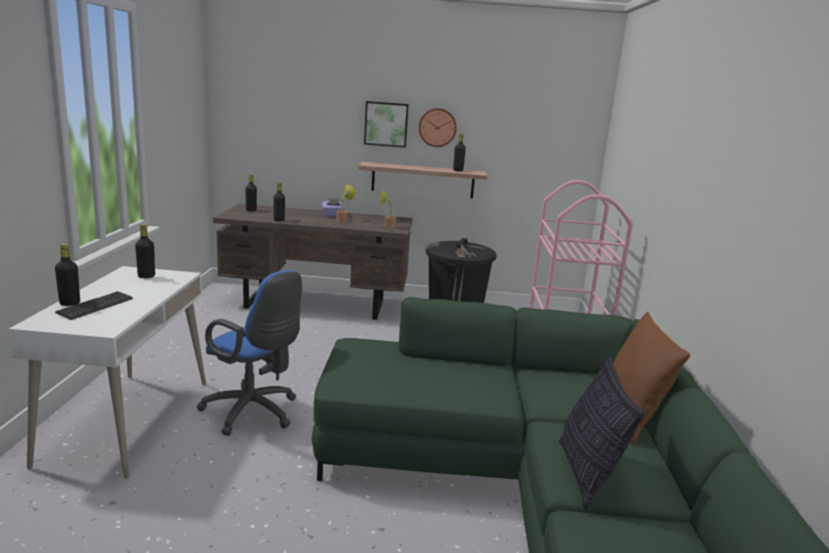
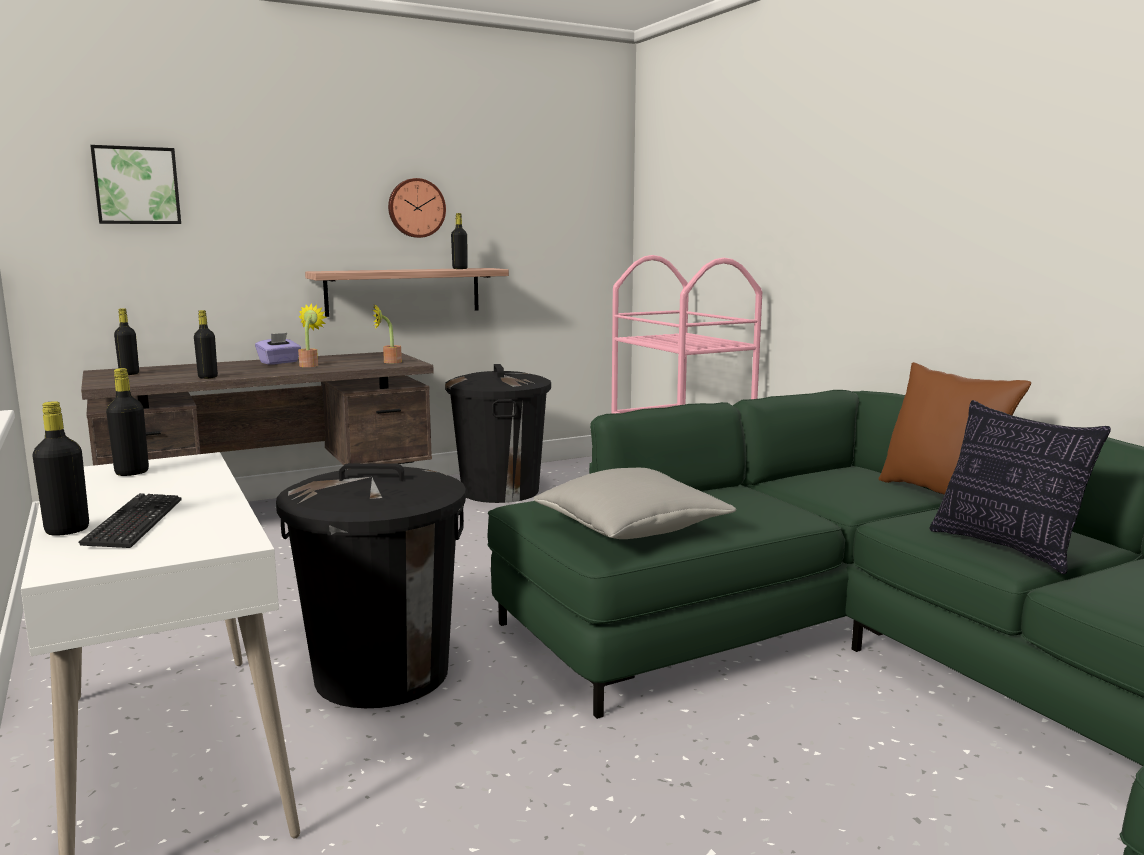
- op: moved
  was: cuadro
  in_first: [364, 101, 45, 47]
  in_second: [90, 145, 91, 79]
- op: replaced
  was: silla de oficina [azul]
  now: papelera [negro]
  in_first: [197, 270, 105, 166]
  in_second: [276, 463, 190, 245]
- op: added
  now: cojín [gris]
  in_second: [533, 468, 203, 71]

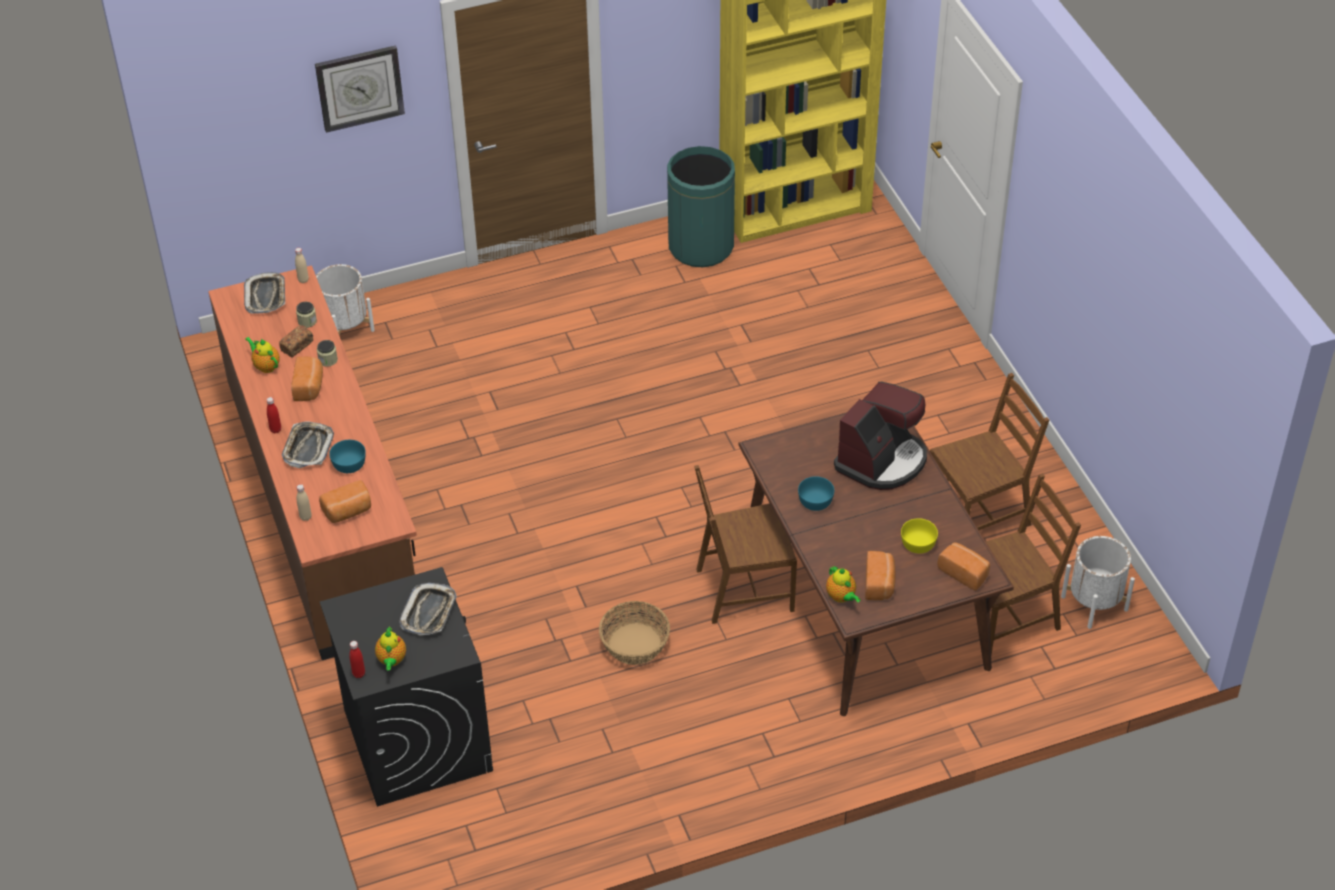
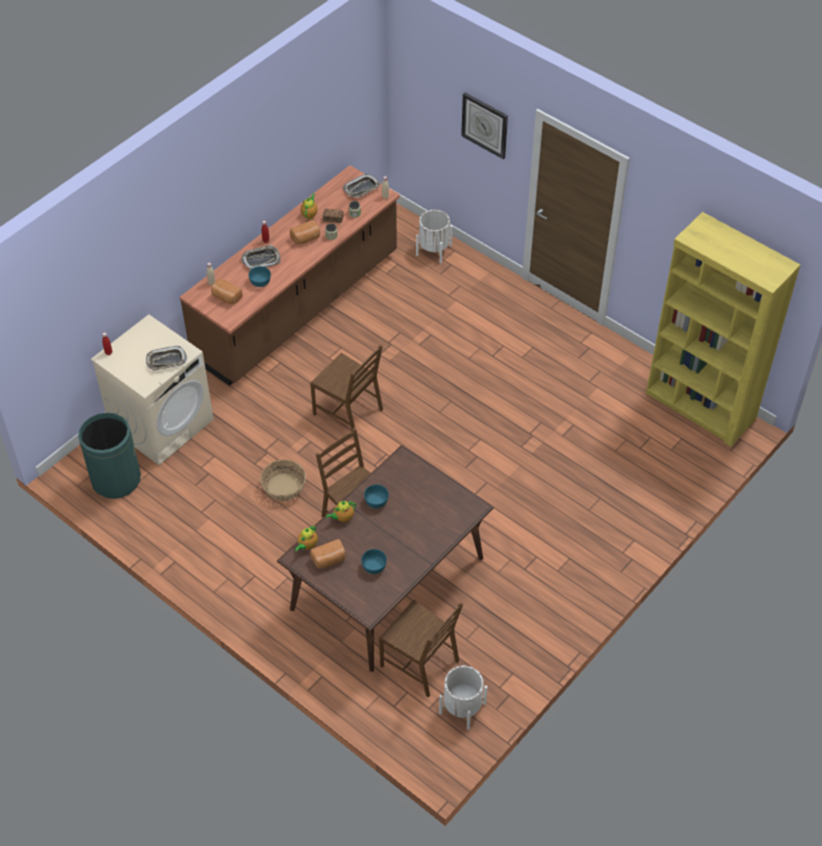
- op: moved
  was: papelera [verde]
  in_first: [667, 146, 68, 121]
  in_second: [78, 413, 63, 86]
- op: recoloured
  was: lavadora [negro]
  now: lavadora [beis]
  in_first: [320, 567, 173, 240]
  in_second: [91, 314, 123, 151]
- op: moved
  was: silla [marrón]
  in_first: [930, 373, 119, 157]
  in_second: [310, 345, 73, 92]
- op: moved
  was: tetera
  in_first: [375, 626, 31, 44]
  in_second: [325, 501, 31, 21]
- op: recoloured
  was: cuenco [amarillo]
  now: cuenco [turquesa]
  in_first: [901, 518, 37, 36]
  in_second: [361, 549, 26, 25]
- op: removed
  was: cafetera
  in_first: [834, 382, 93, 108]
- op: removed
  was: pan
  in_first: [938, 542, 52, 48]

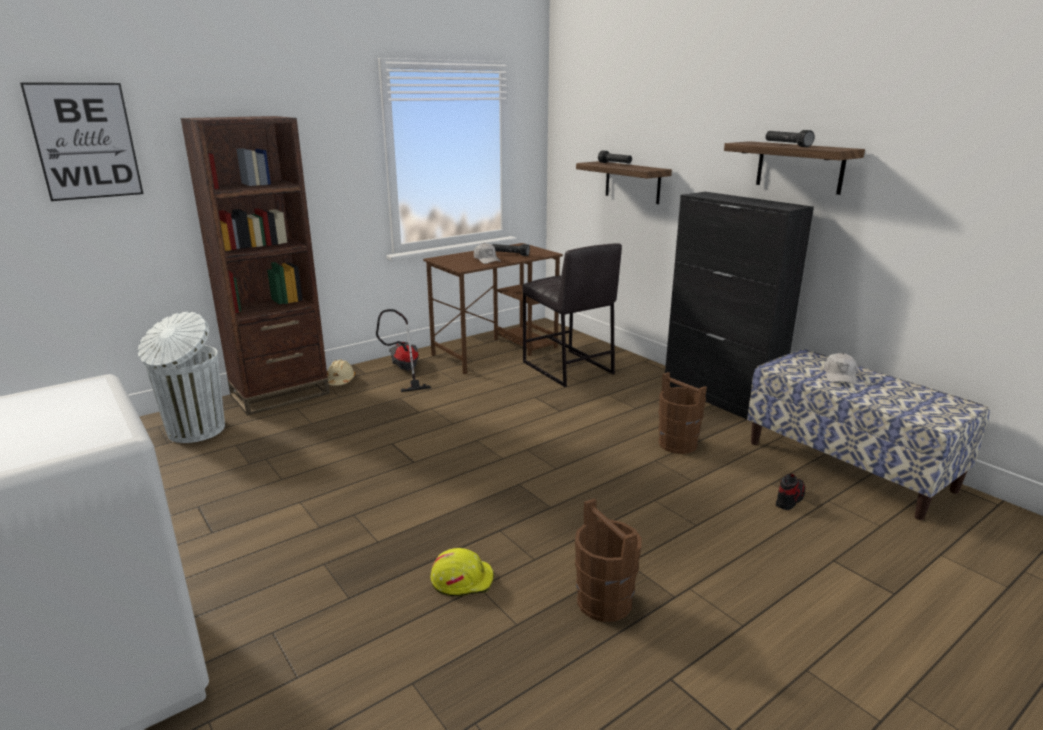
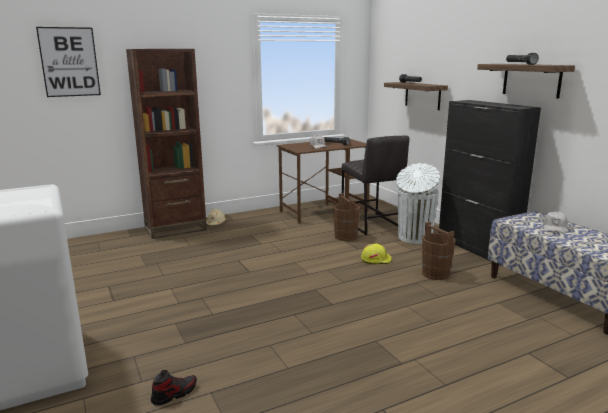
- op: moved
  was: zapato
  in_first: [776, 474, 29, 36]
  in_second: [151, 370, 46, 36]
- op: moved
  was: cubo [marrón]
  in_first: [575, 498, 66, 124]
  in_second: [333, 193, 27, 48]
- op: moved
  was: casco [amarillo]
  in_first: [430, 548, 64, 48]
  in_second: [361, 244, 31, 20]
- op: moved
  was: papelera [blanco]
  in_first: [138, 312, 87, 131]
  in_second: [396, 163, 44, 81]
- op: removed
  was: aspiradora
  in_first: [376, 309, 55, 83]

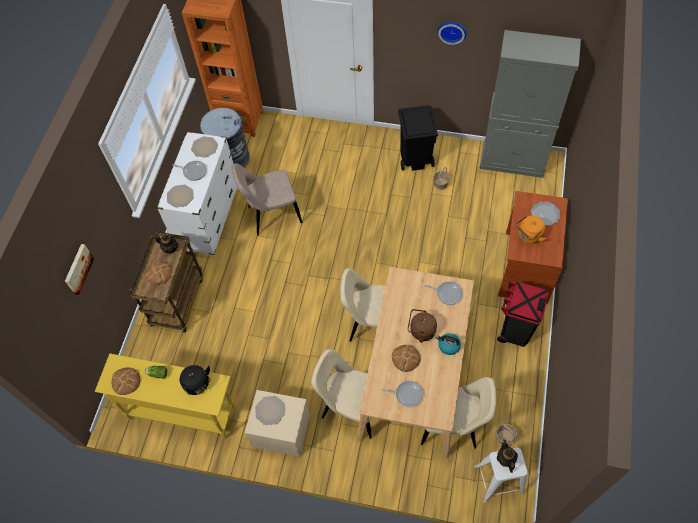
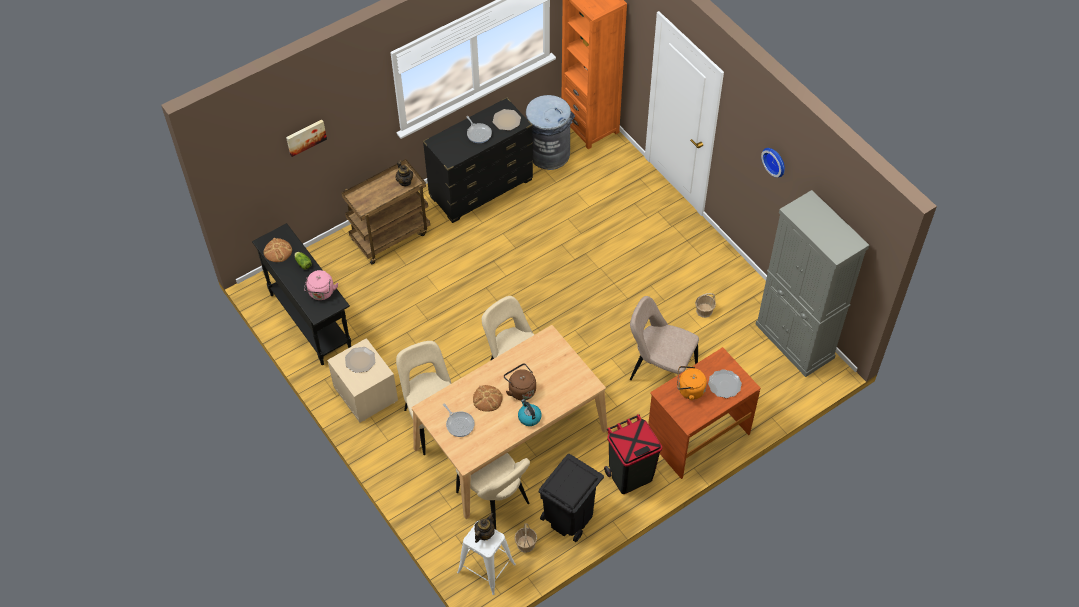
- op: recoloured
  was: mesa consola [amarillo]
  now: mesa consola [negro]
  in_first: [95, 353, 141, 86]
  in_second: [252, 223, 99, 142]
- op: recoloured
  was: hervidor [negro]
  now: hervidor [rosa]
  in_first: [180, 365, 30, 30]
  in_second: [304, 270, 34, 30]
- op: recoloured
  was: cómoda [blanco]
  now: cómoda [negro]
  in_first: [157, 131, 81, 125]
  in_second: [423, 97, 110, 126]
- op: moved
  was: papelera [negro]
  in_first: [398, 105, 40, 66]
  in_second: [538, 454, 66, 88]
- op: moved
  was: silla [beis]
  in_first: [232, 163, 70, 73]
  in_second: [630, 296, 69, 84]
- op: removed
  was: pan
  in_first: [145, 261, 27, 23]
- op: removed
  was: plato
  in_first: [167, 185, 27, 22]
- op: removed
  was: sartén
  in_first: [424, 282, 39, 23]

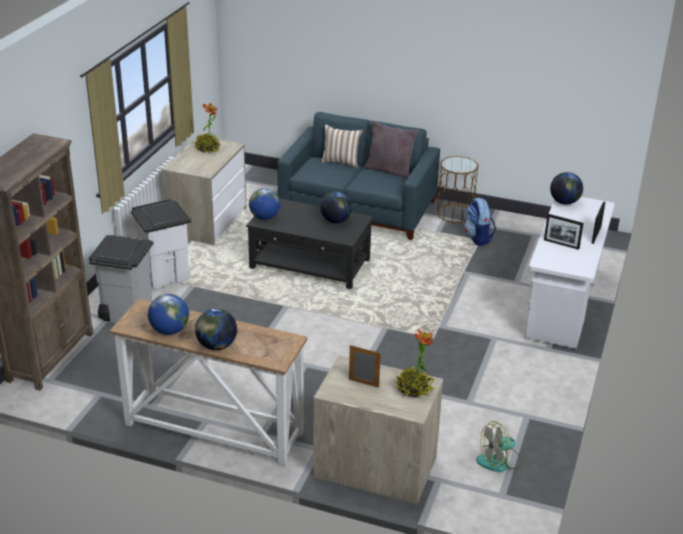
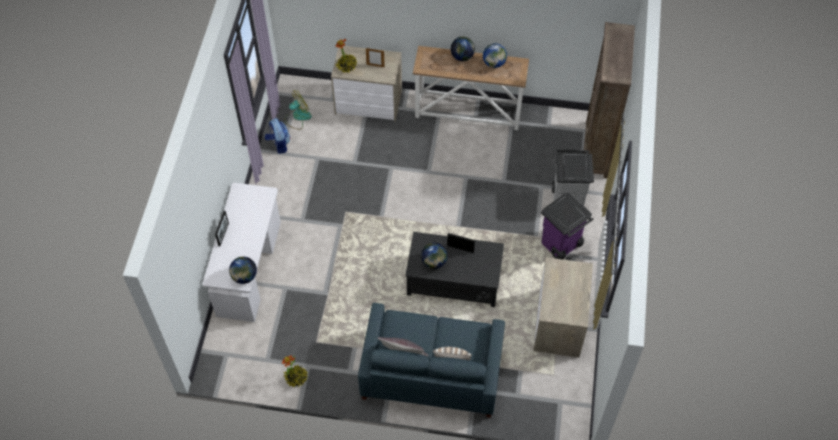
- op: moved
  was: mochila
  in_first: [464, 197, 32, 49]
  in_second: [265, 118, 25, 36]
- op: moved
  was: planta en maceta
  in_first: [194, 103, 27, 50]
  in_second: [282, 355, 26, 32]
- op: moved
  was: portarretratos
  in_first: [544, 214, 40, 36]
  in_second: [447, 233, 28, 20]
- op: recoloured
  was: papelera [blanco]
  now: papelera [morado]
  in_first: [131, 199, 60, 90]
  in_second: [541, 192, 53, 67]
- op: removed
  was: globo terráqueo
  in_first: [249, 188, 32, 32]
- op: removed
  was: mesa auxiliar [marrón]
  in_first: [437, 156, 41, 67]

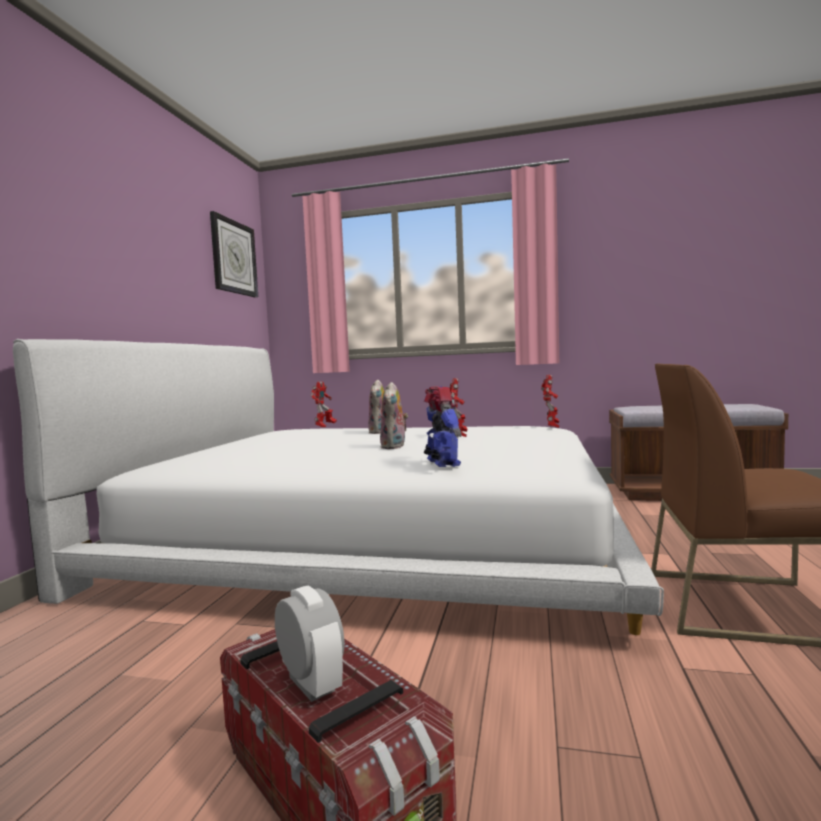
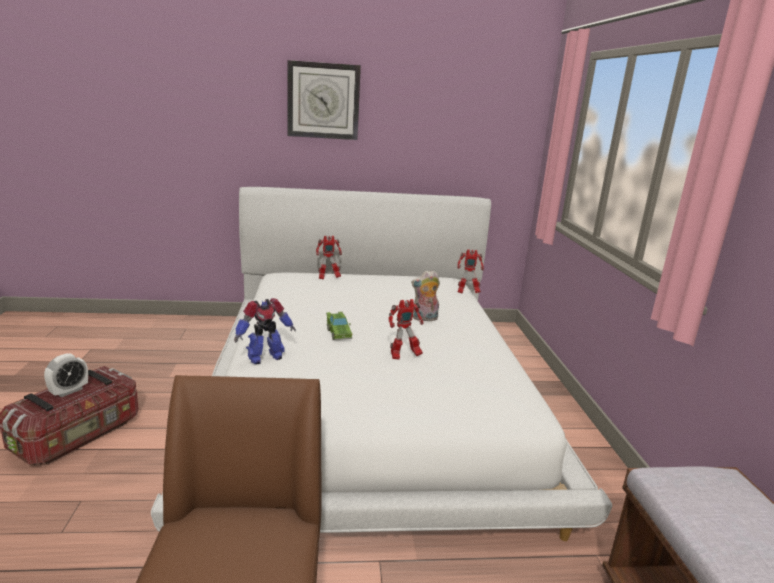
- op: moved
  was: reloj de pared
  in_first: [210, 211, 48, 86]
  in_second: [287, 60, 74, 80]
- op: moved
  was: robot de juguete
  in_first: [541, 375, 18, 53]
  in_second: [316, 236, 26, 44]
- op: replaced
  was: peluche
  now: coche de juguete [verde]
  in_first: [380, 382, 28, 67]
  in_second: [326, 311, 27, 29]

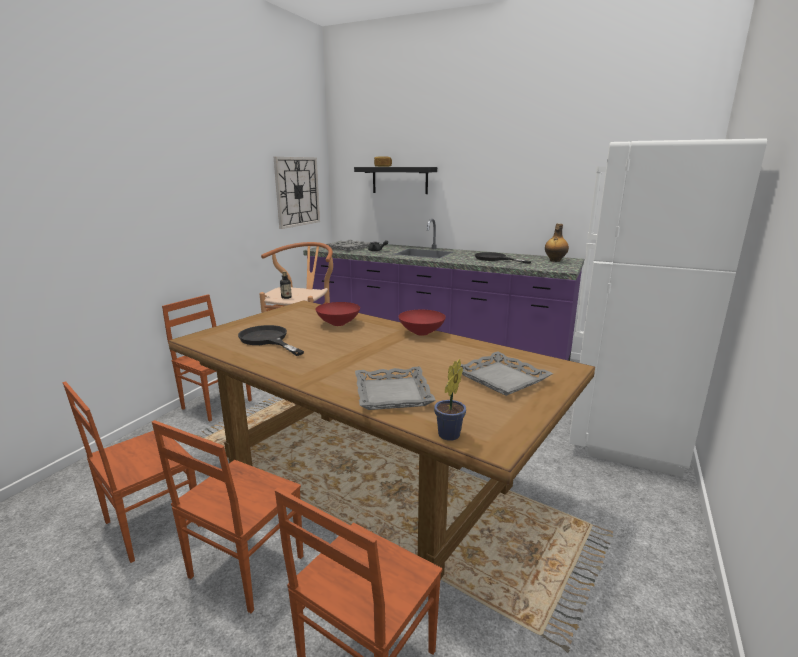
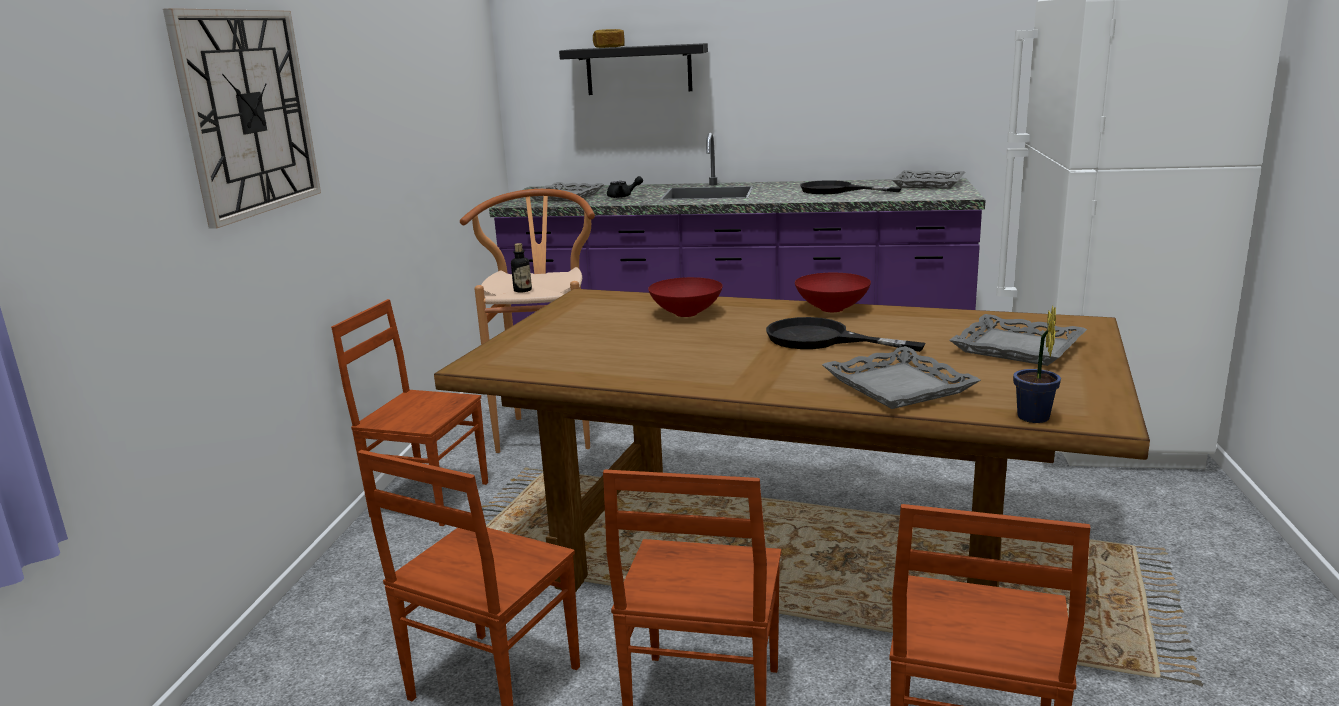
- op: moved
  was: reloj de pared
  in_first: [274, 157, 46, 72]
  in_second: [163, 8, 158, 221]
- op: moved
  was: sartén [negro]
  in_first: [238, 325, 66, 31]
  in_second: [766, 317, 159, 35]
- op: replaced
  was: botella
  now: bandeja [gris]
  in_first: [545, 224, 24, 38]
  in_second: [892, 170, 74, 19]

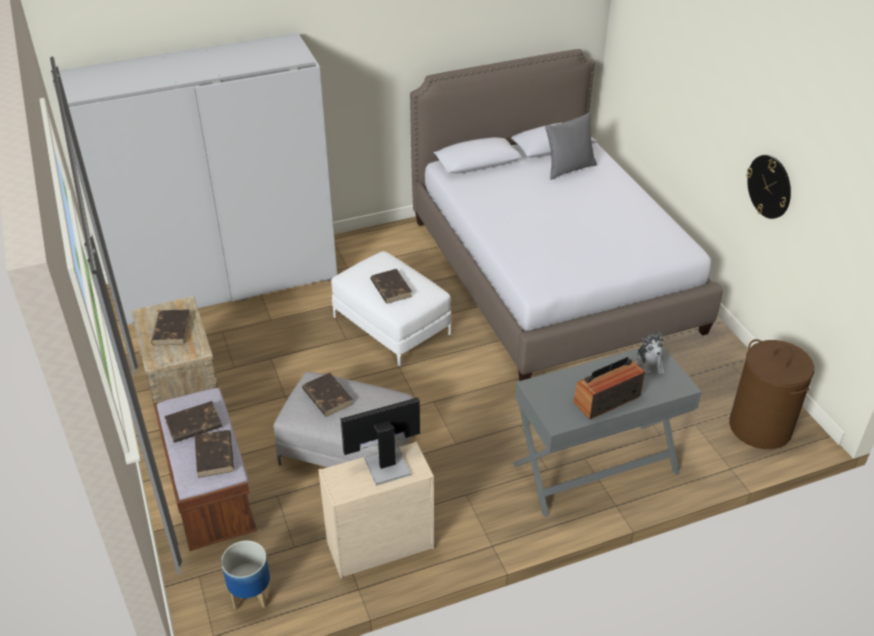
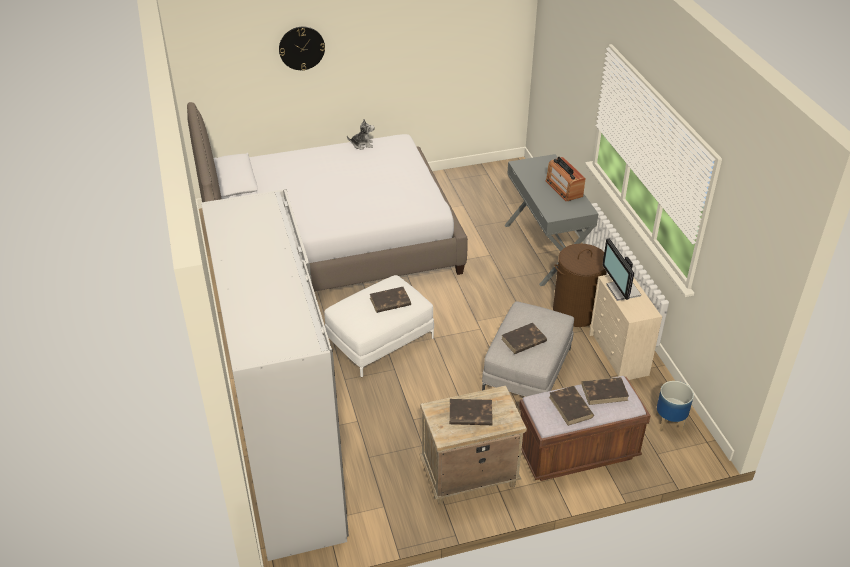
- op: moved
  was: reloj de pared
  in_first: [746, 155, 45, 64]
  in_second: [279, 27, 46, 44]
- op: moved
  was: peluche
  in_first: [635, 332, 30, 43]
  in_second: [347, 119, 28, 31]
- op: moved
  was: cesto de la ropa [marrón]
  in_first: [729, 339, 85, 110]
  in_second: [553, 243, 54, 84]
- op: removed
  was: cojín [gris]
  in_first: [545, 112, 52, 68]

